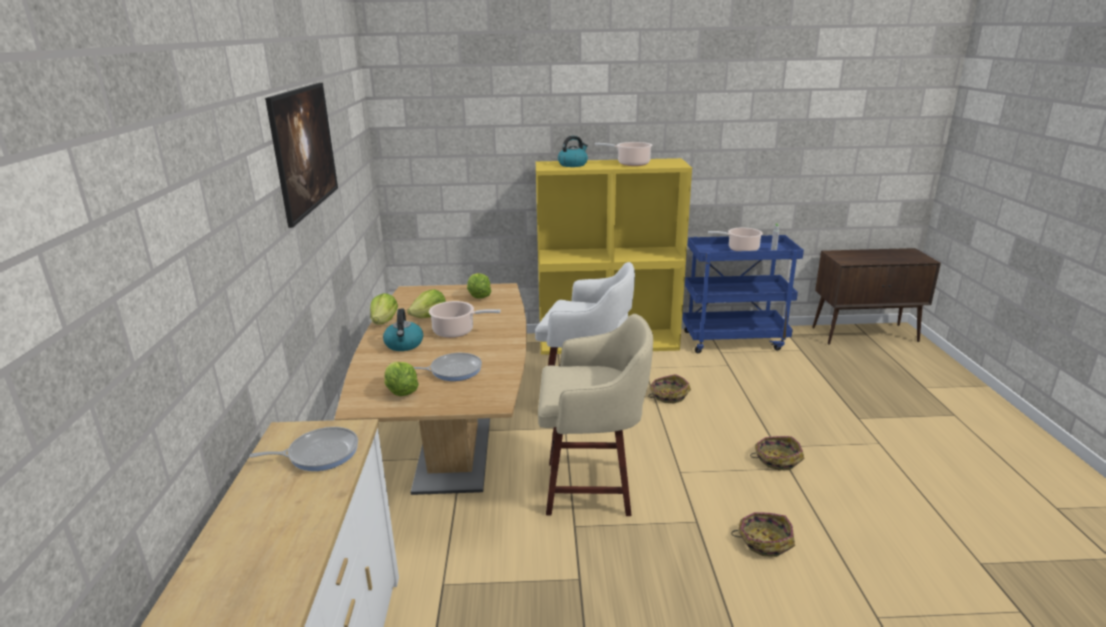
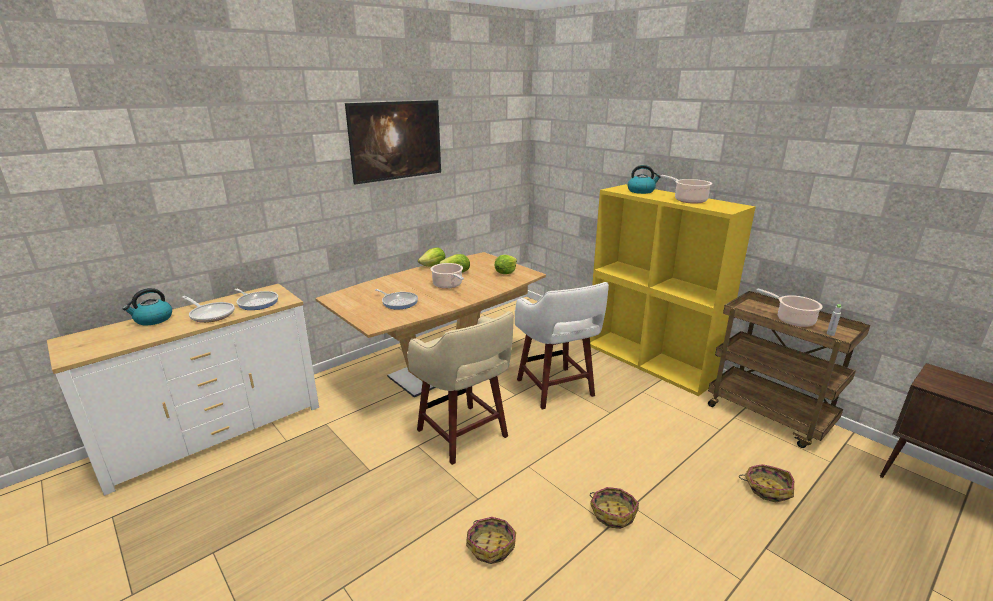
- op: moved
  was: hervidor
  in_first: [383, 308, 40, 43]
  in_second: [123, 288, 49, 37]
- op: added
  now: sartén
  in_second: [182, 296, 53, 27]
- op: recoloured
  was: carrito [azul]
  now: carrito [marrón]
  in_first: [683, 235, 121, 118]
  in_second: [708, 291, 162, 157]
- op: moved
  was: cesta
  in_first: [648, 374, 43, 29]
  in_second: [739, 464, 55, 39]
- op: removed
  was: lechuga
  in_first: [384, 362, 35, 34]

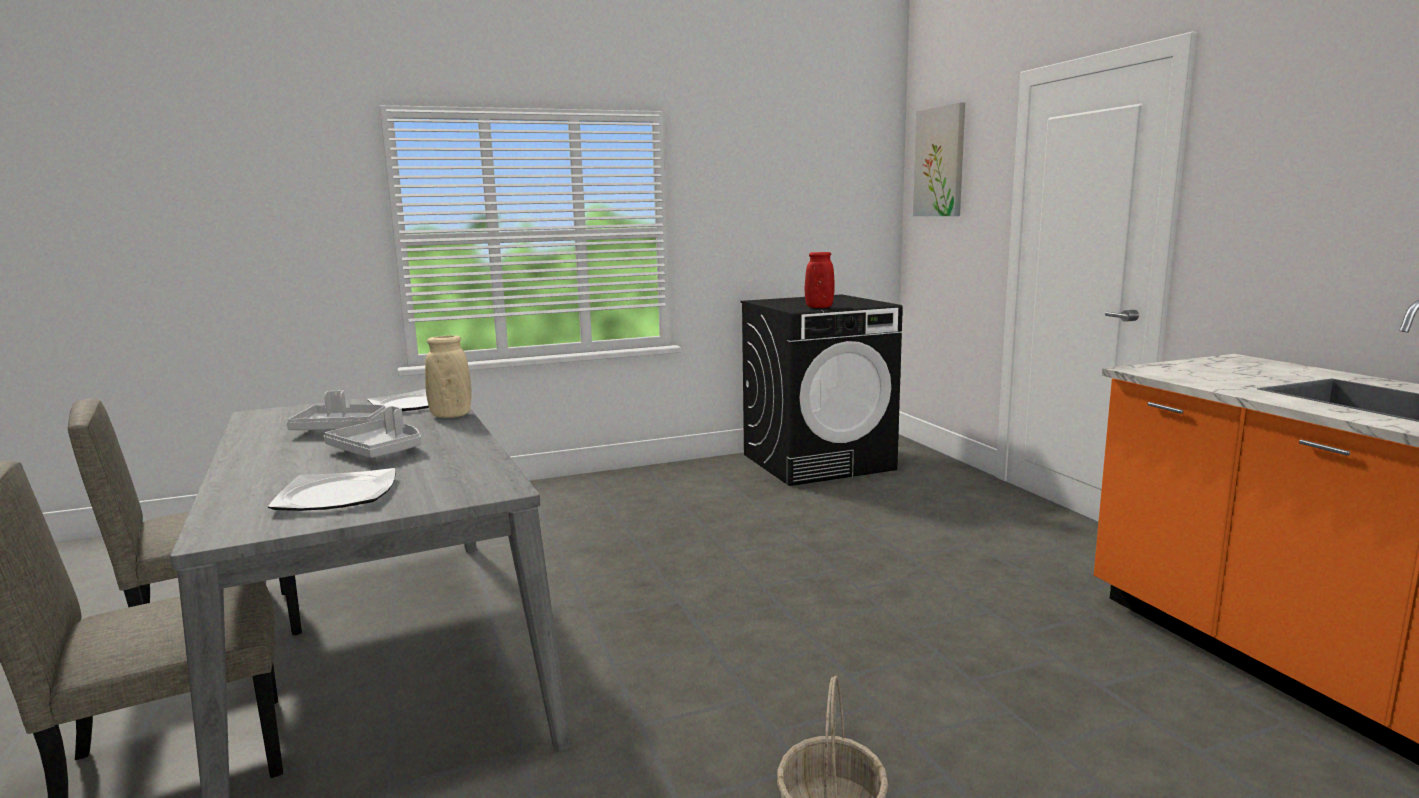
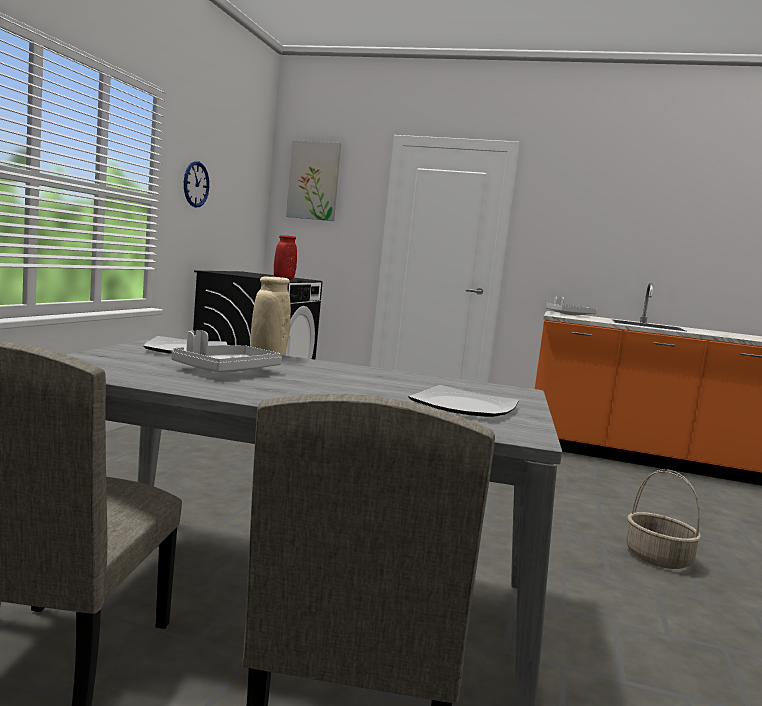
- op: added
  now: reloj de pared
  in_second: [184, 161, 25, 46]
- op: moved
  was: bandeja [gris]
  in_first: [324, 406, 97, 52]
  in_second: [546, 296, 51, 19]

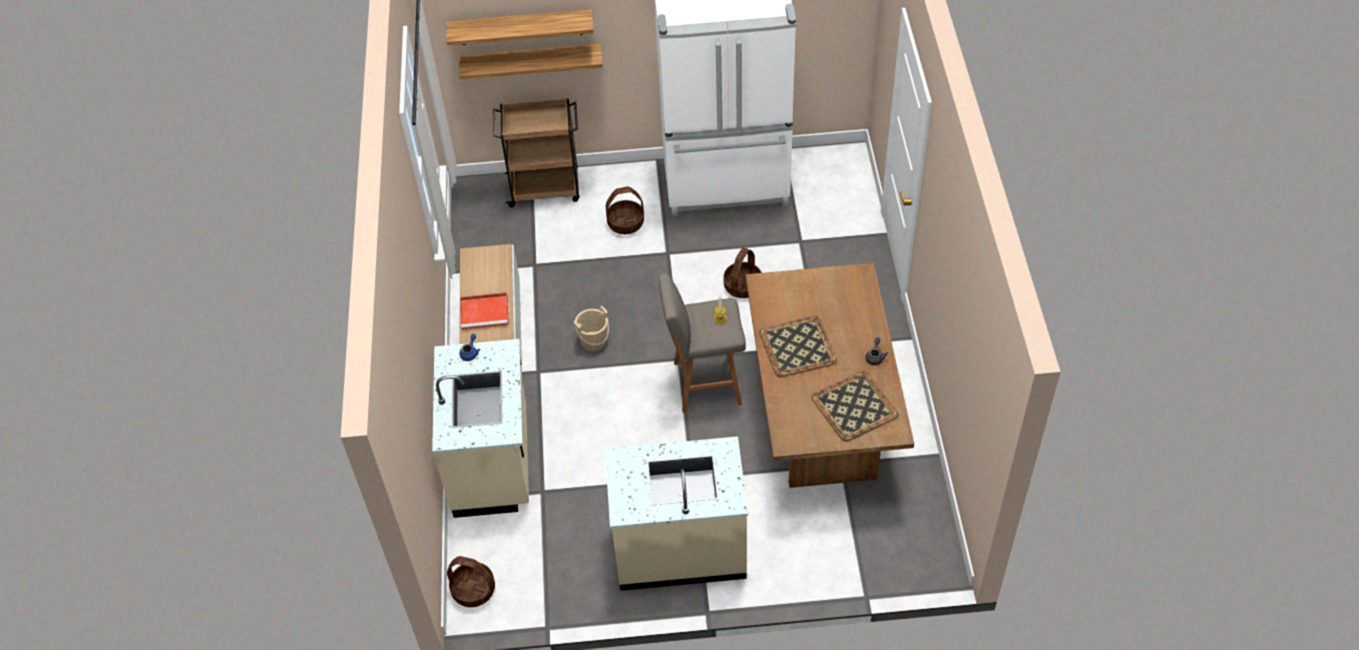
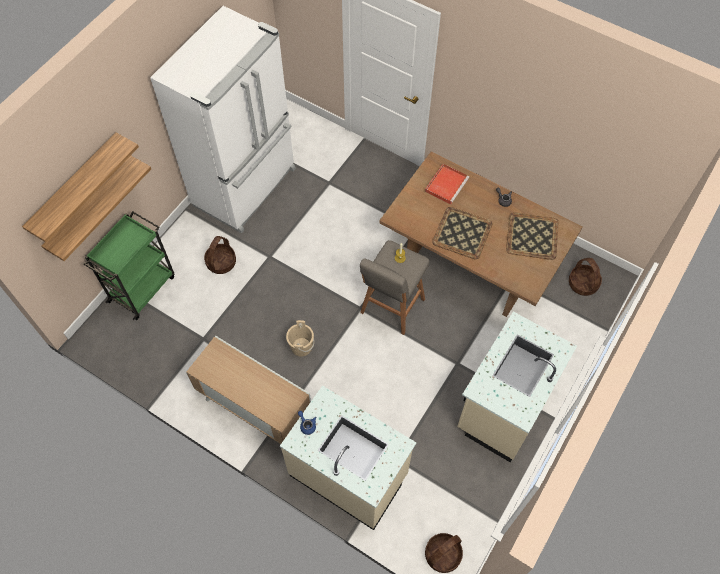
- op: recoloured
  was: carrito [marrón]
  now: carrito [verde]
  in_first: [493, 98, 87, 109]
  in_second: [83, 211, 91, 109]
- op: moved
  was: bandeja [rojo]
  in_first: [460, 292, 49, 38]
  in_second: [425, 164, 44, 40]
- op: moved
  was: cesta
  in_first: [724, 248, 38, 50]
  in_second: [569, 258, 33, 38]

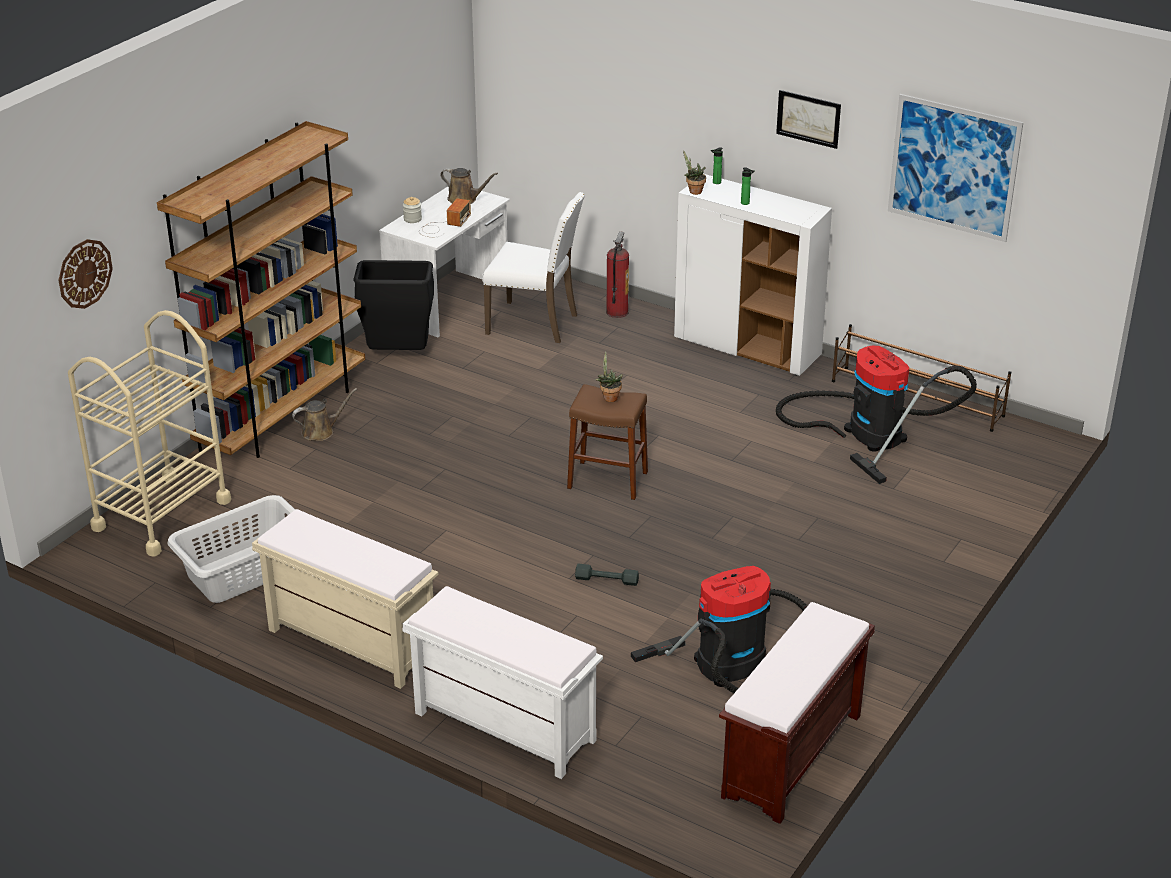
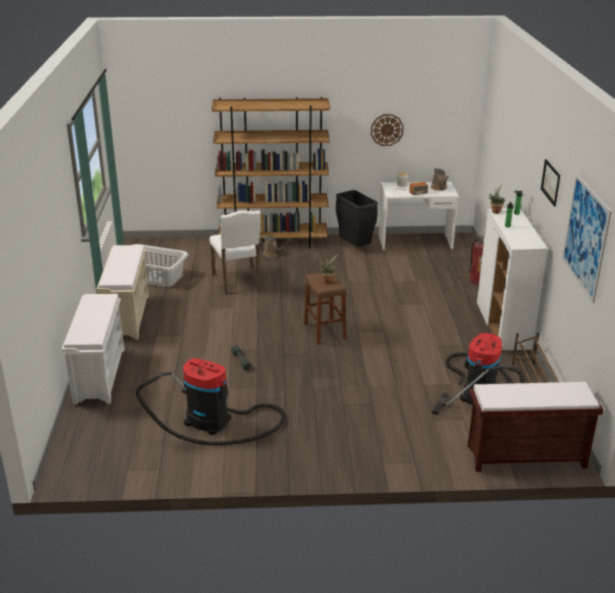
- op: moved
  was: silla [blanco]
  in_first: [482, 192, 103, 151]
  in_second: [210, 210, 51, 85]
- op: moved
  was: reloj de pared
  in_first: [58, 239, 55, 70]
  in_second: [371, 114, 33, 32]
- op: moved
  was: banco [marrón]
  in_first: [719, 602, 156, 222]
  in_second: [467, 382, 136, 90]
- op: removed
  was: carrito [beis]
  in_first: [68, 310, 163, 247]

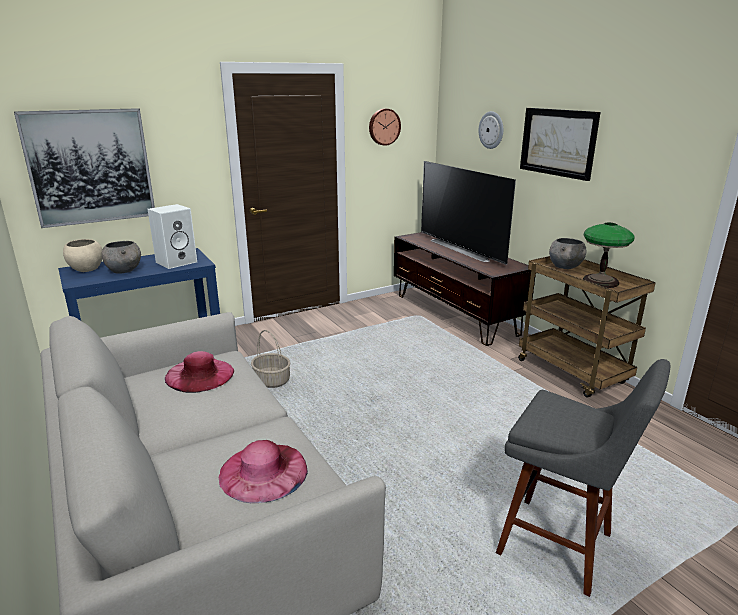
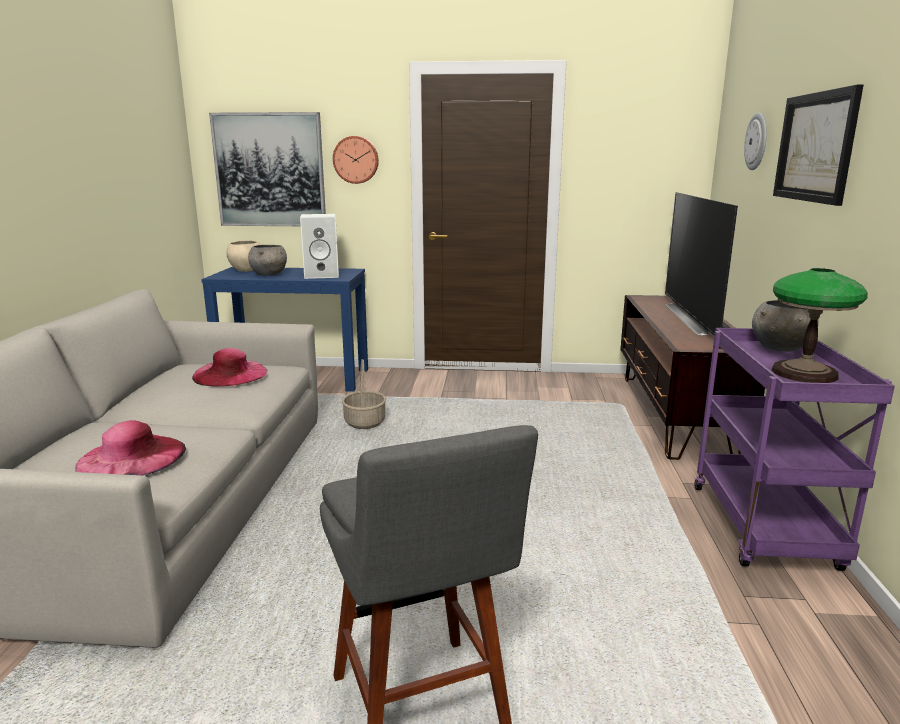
- op: moved
  was: reloj de pared
  in_first: [369, 109, 32, 37]
  in_second: [333, 136, 46, 48]
- op: recoloured
  was: carrito [marrón]
  now: carrito [morado]
  in_first: [518, 256, 138, 142]
  in_second: [694, 328, 201, 243]

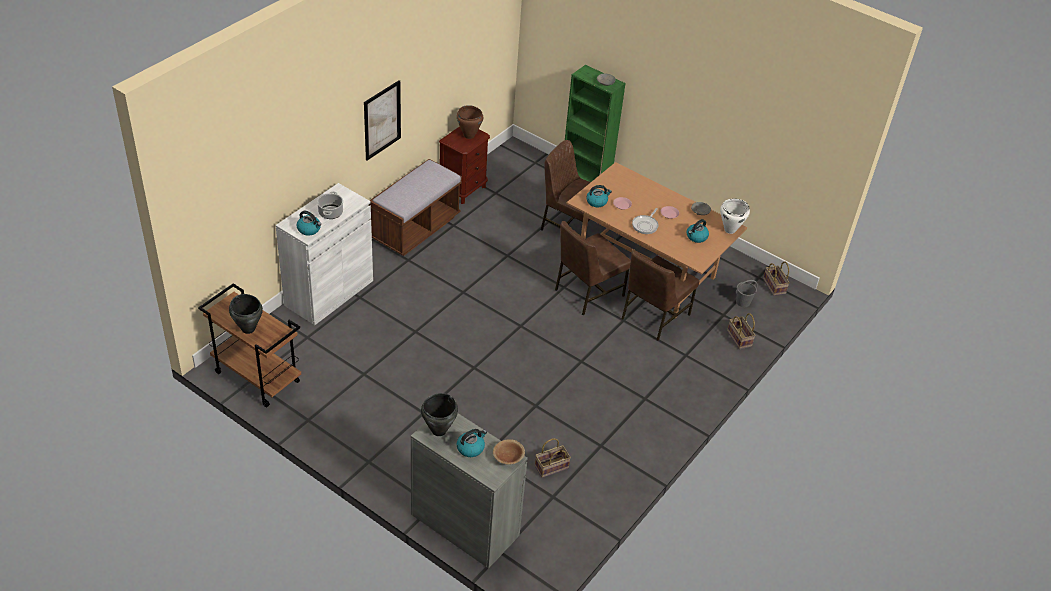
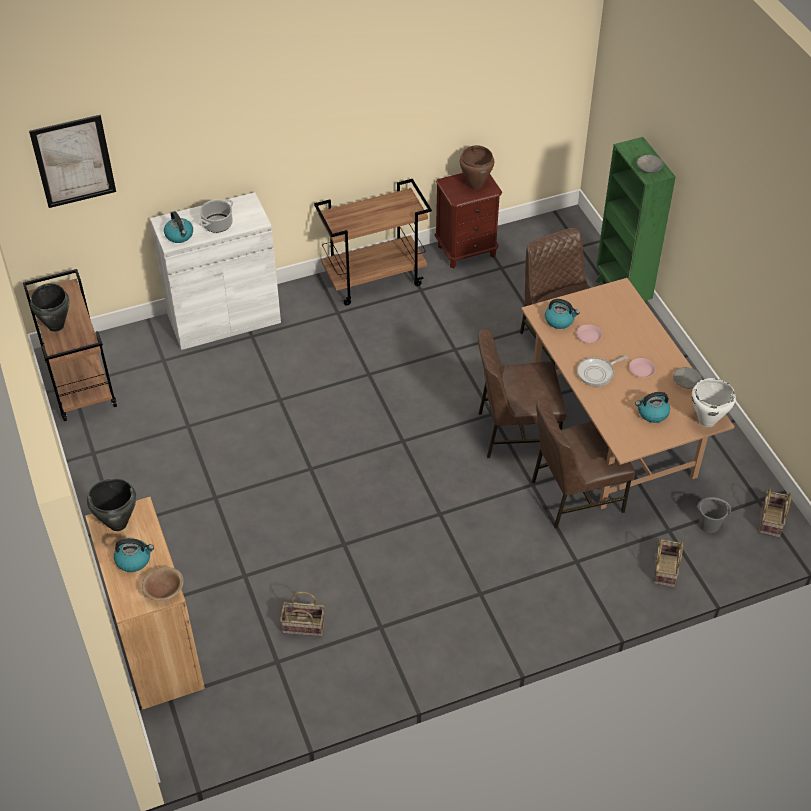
- op: moved
  was: cuadro
  in_first: [364, 80, 37, 80]
  in_second: [29, 115, 87, 93]
- op: recoloured
  was: armario [gris]
  now: armario [marrón]
  in_first: [411, 413, 117, 156]
  in_second: [85, 497, 120, 213]
- op: replaced
  was: banco [marrón]
  now: carrito [marrón]
  in_first: [369, 159, 93, 97]
  in_second: [314, 179, 118, 127]

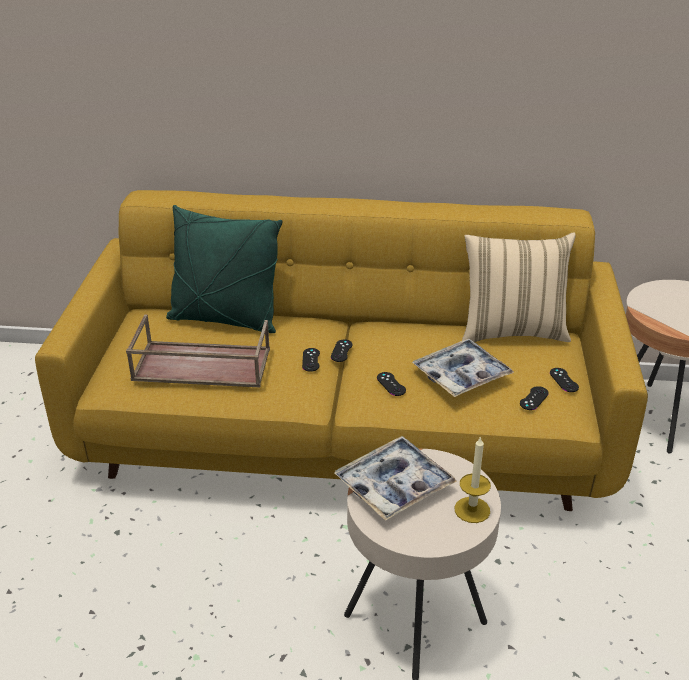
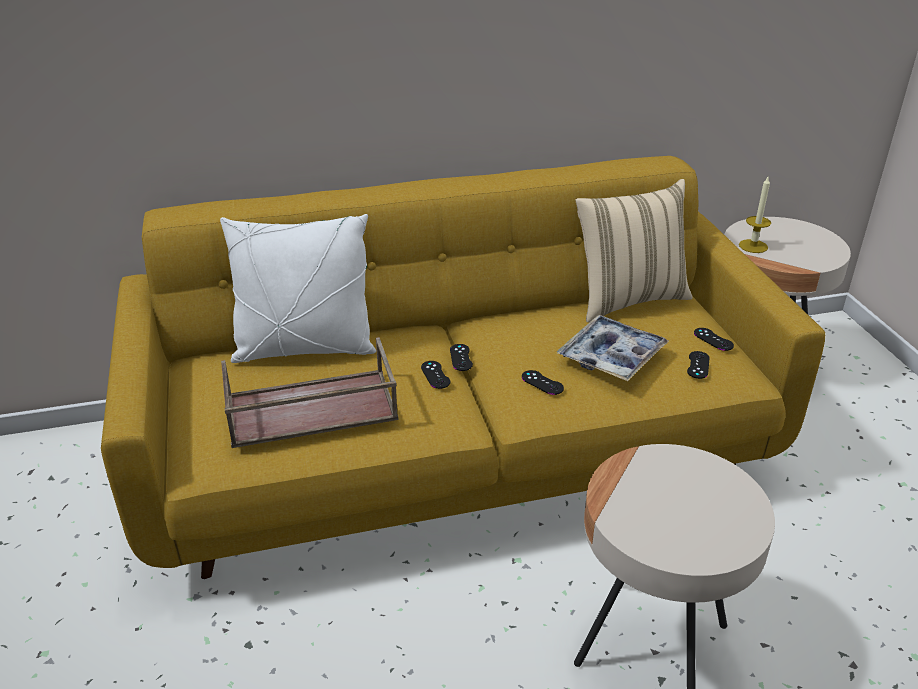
- op: recoloured
  was: cojín [verde]
  now: cojín [blanco]
  in_first: [166, 205, 117, 128]
  in_second: [220, 214, 156, 149]
- op: moved
  was: vela
  in_first: [455, 436, 36, 87]
  in_second: [739, 177, 32, 76]
- op: removed
  was: bandeja
  in_first: [335, 436, 122, 85]

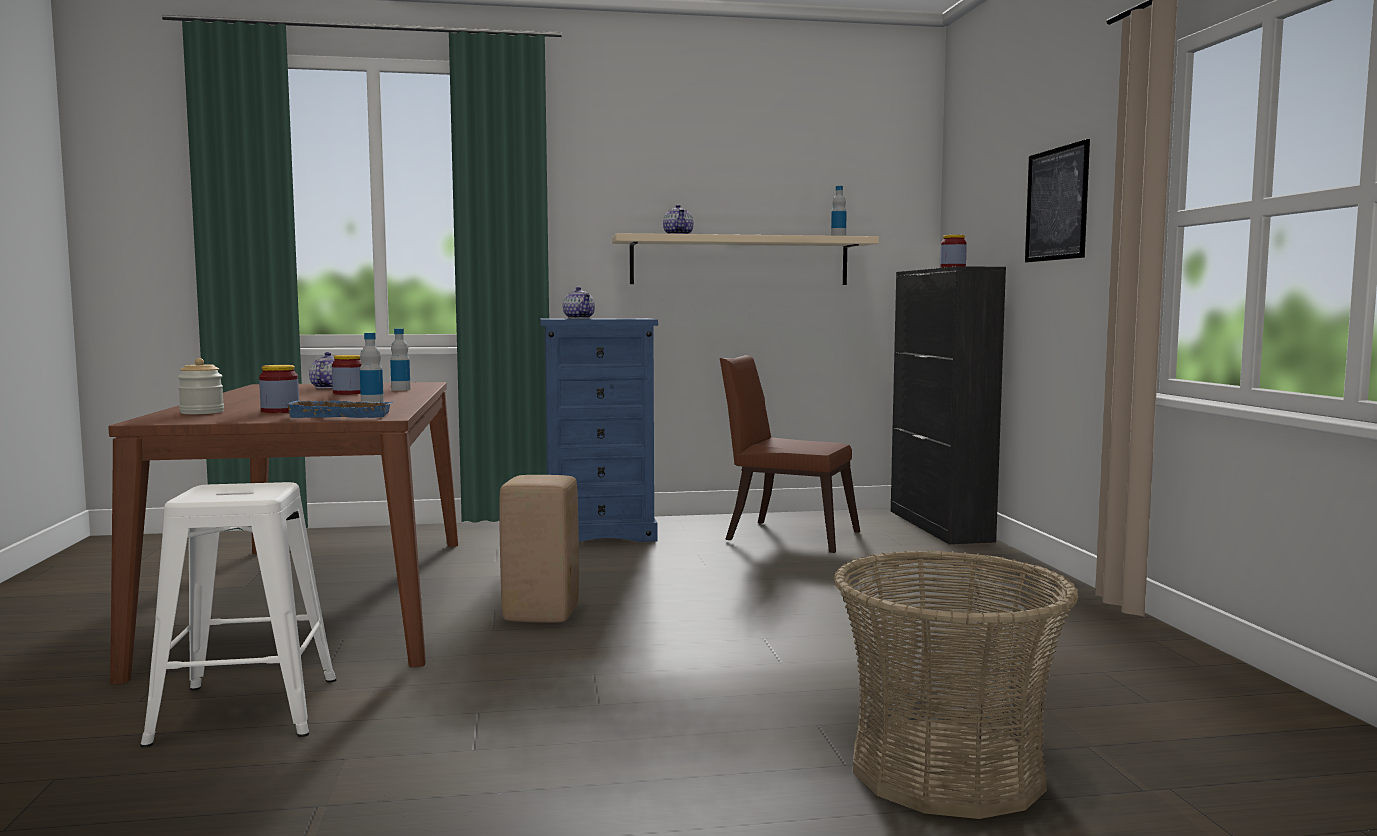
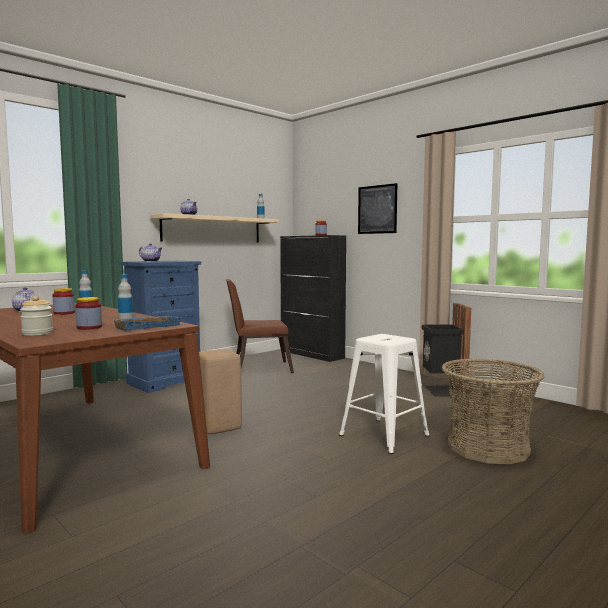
- op: moved
  was: taburete [blanco]
  in_first: [140, 482, 196, 266]
  in_second: [339, 334, 91, 120]
- op: added
  now: papelera [negro]
  in_second: [422, 303, 49, 94]

